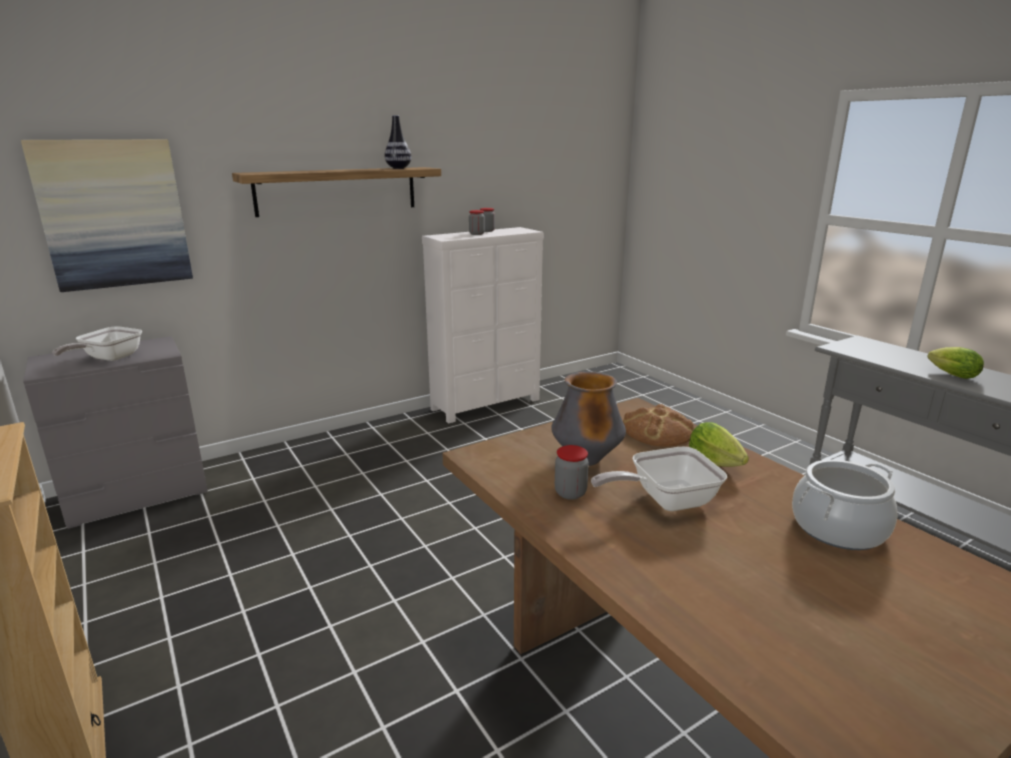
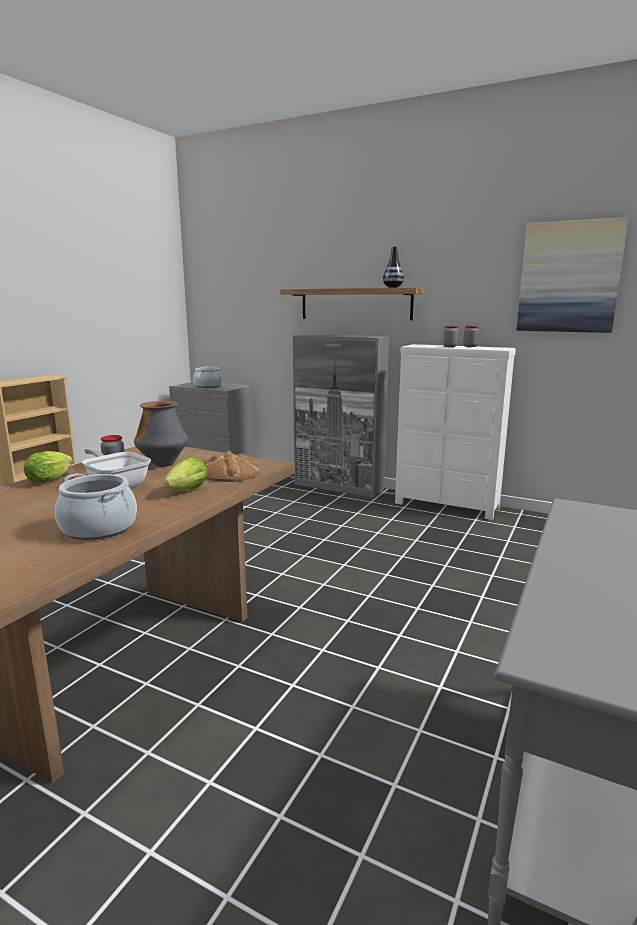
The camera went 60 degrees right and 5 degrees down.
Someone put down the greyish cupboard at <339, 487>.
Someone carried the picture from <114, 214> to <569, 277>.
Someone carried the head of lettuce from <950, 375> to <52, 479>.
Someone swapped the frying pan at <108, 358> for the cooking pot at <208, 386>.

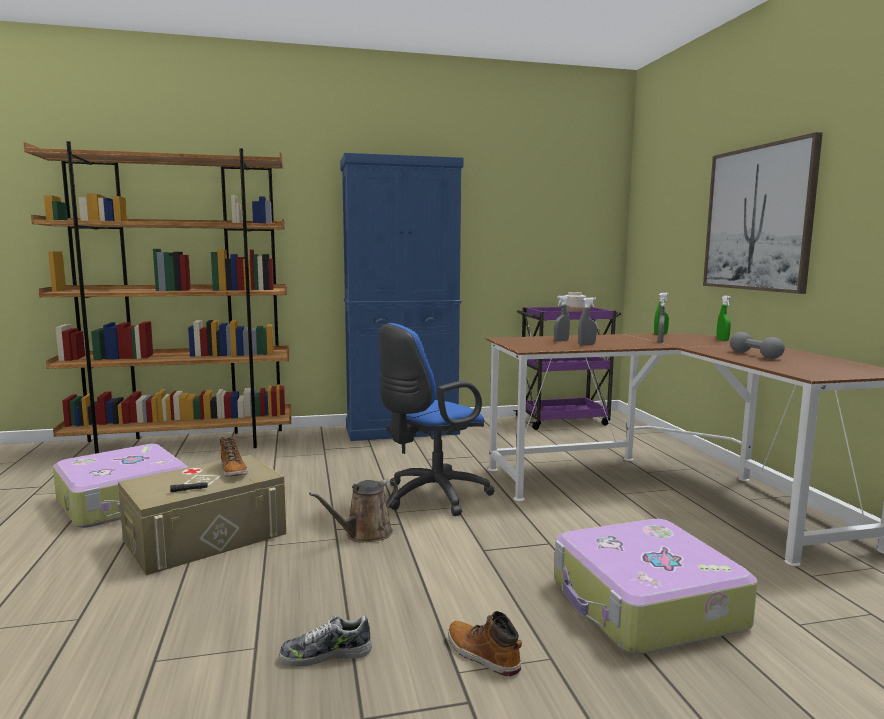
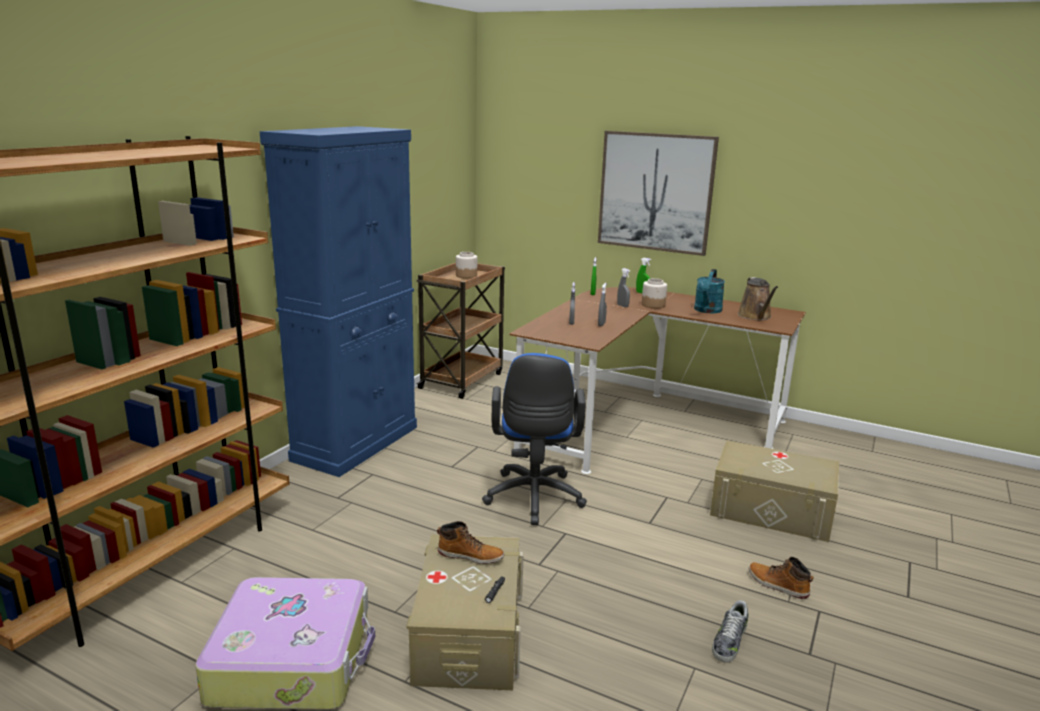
The camera went 50 degrees left and 10 degrees up.
Someone put down the preserve jar at <653, 305>.
Someone carried the brown-coloured watering pot from <364, 534> to <755, 316>.
Someone swapped the suitcase at <645, 605> for the beige-coloured storage box at <771, 510>.
Someone swapped the greyish dumbbell at <755, 355> for the blue-green watering pot at <707, 311>.
Someone repainted the purple cart at <563, 420>, which became the brown-coloured cart at <462, 380>.
Someone rotated the boot at <482, 655> by 45 degrees clockwise.

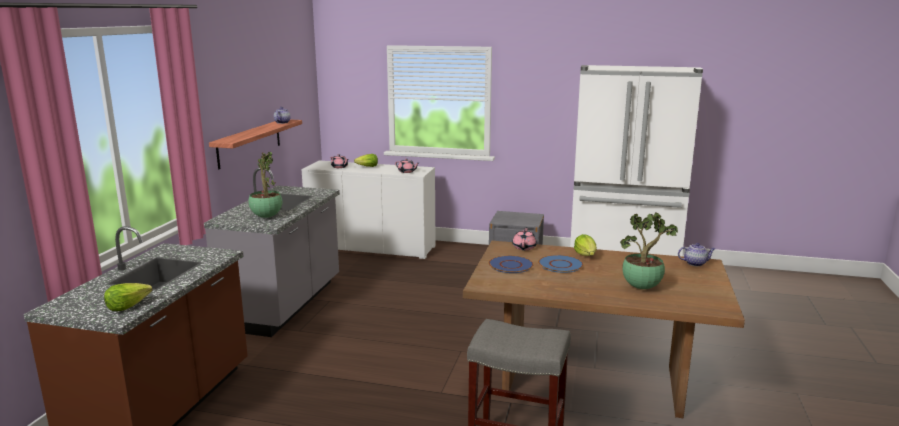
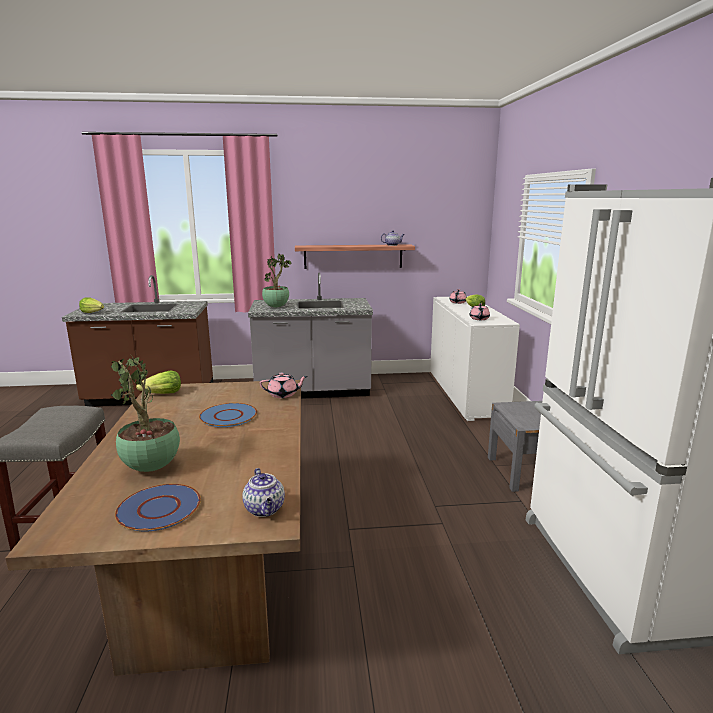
The camera went 70 degrees right and 0 degrees up.
Someone carried the bluish dinner plate from <511, 265> to <159, 509>.
Someone carried the head of lettuce from <586, 255> to <162, 394>.

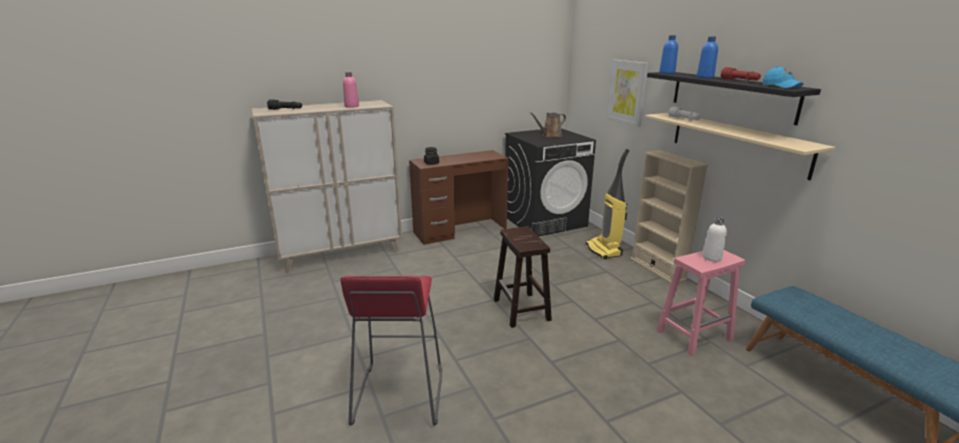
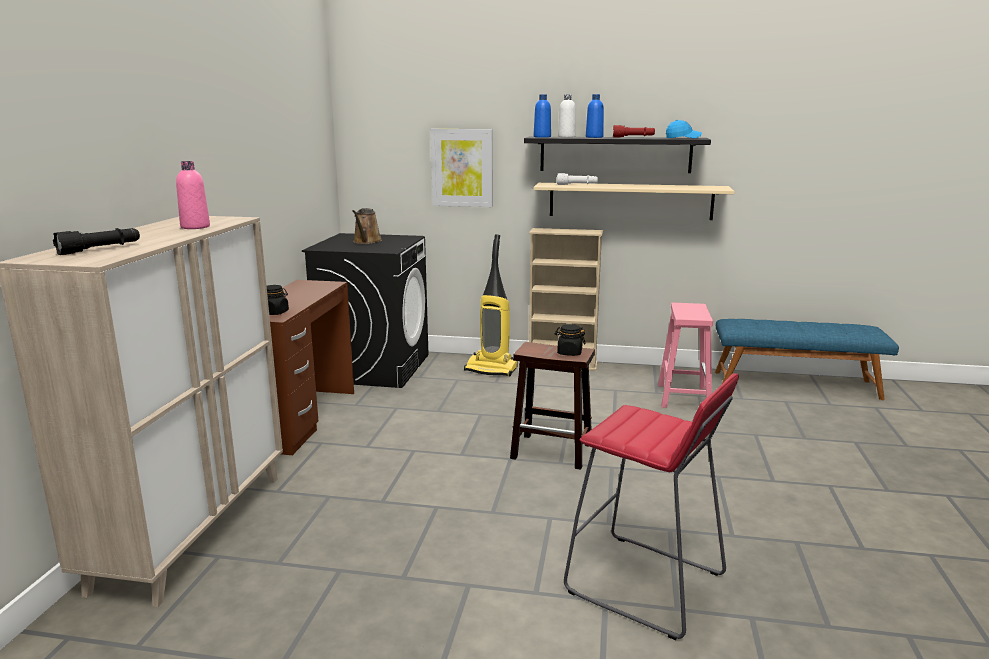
The camera went 55 degrees left and 5 degrees down.
Someone put down the blackish preserve jar at <569, 353>.
Someone carried the white bottle from <711, 258> to <566, 137>.

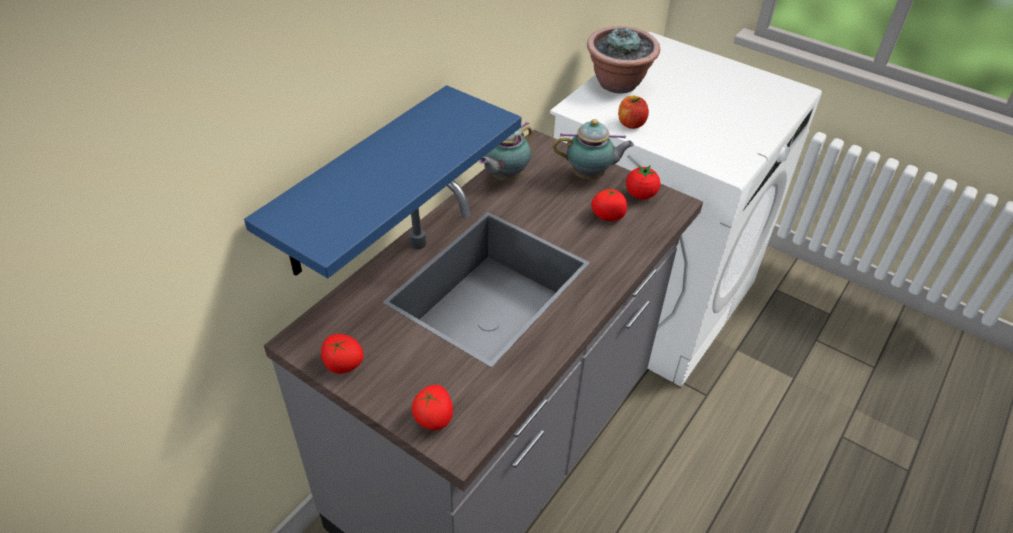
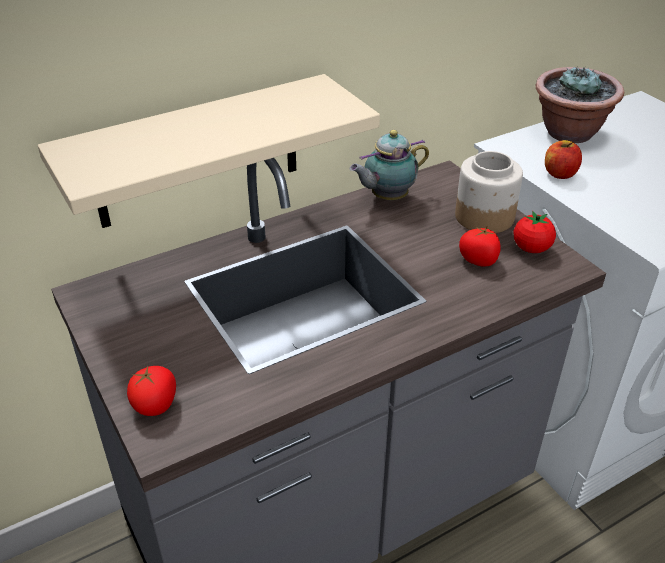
The camera went 25 degrees right and 5 degrees down.
Someone took away the tomato at <343, 364>.
Someone swapped the pot for tea at <590, 176> for the preserve jar at <483, 217>.
Someone repainted the bluish bracket shelf at <361, 183>, which became the beige-coloured bracket shelf at <198, 152>.

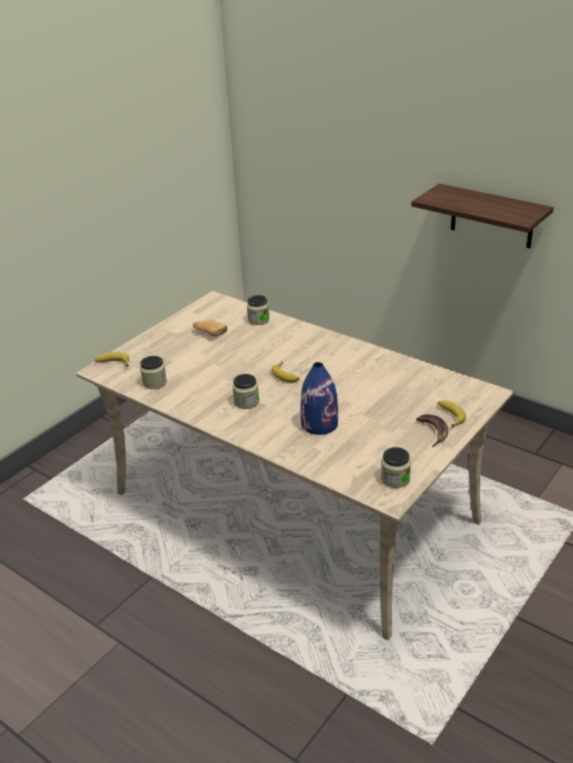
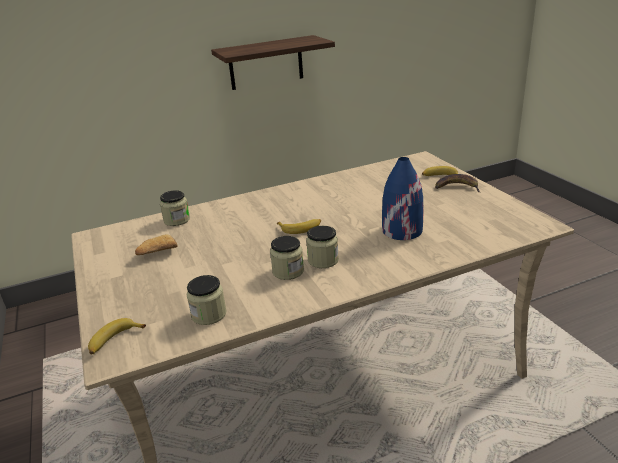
The camera went 60 degrees left and 5 degrees down.
Someone carried the preserve jar from <395, 479> to <288, 271>.

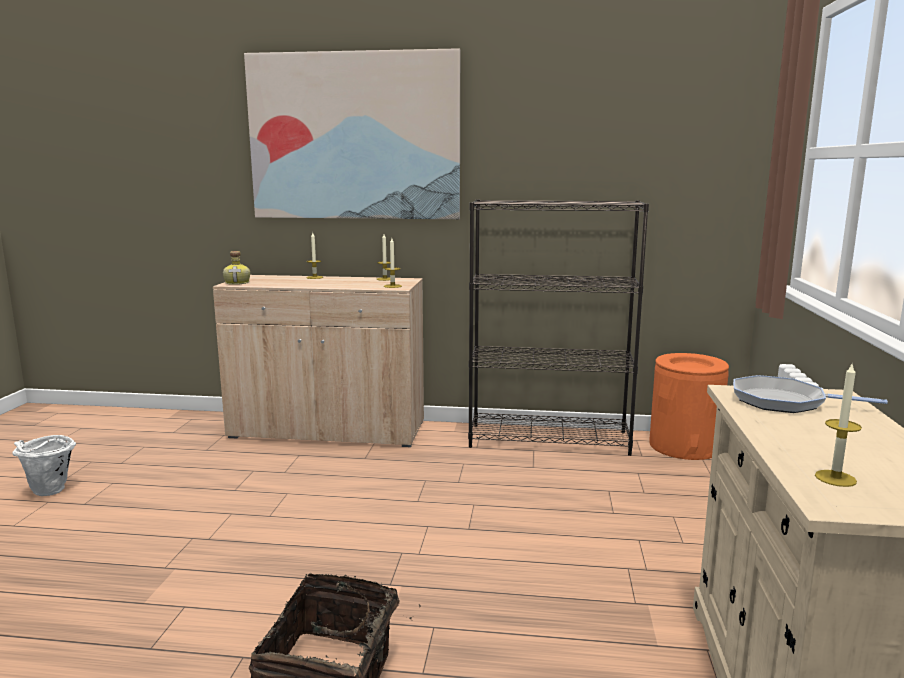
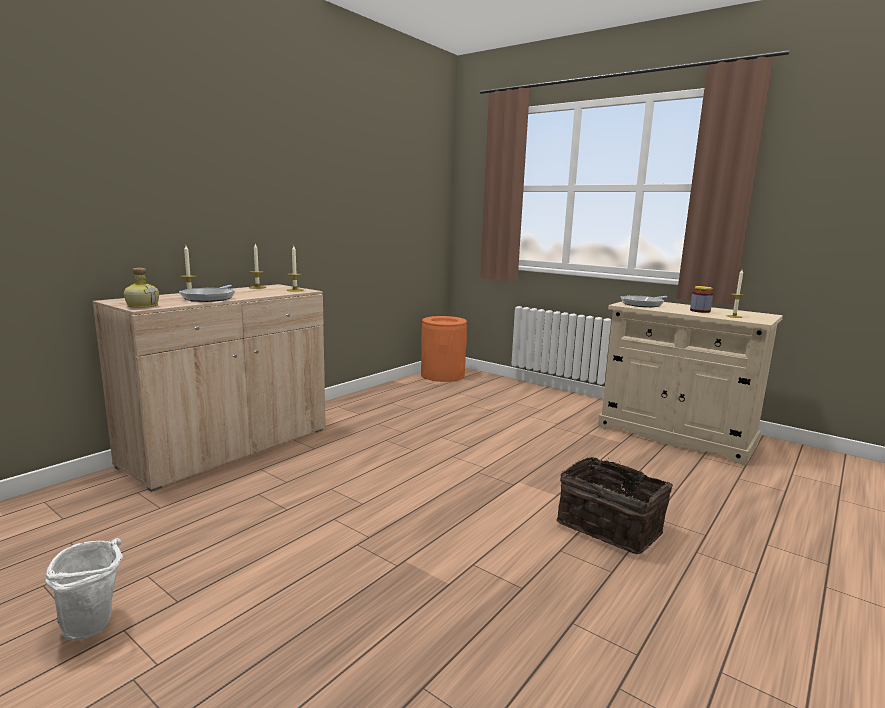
The camera went 60 degrees left and 0 degrees up.
Someone took away the picture at <354, 137>.
Someone took away the blackish shelving unit at <549, 439>.
Someone put down the frying pan at <210, 298>.
Someone put down the preserve jar at <700, 311>.

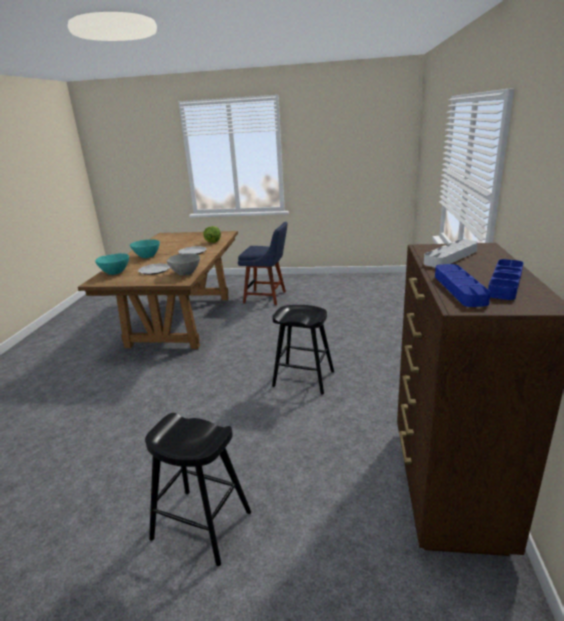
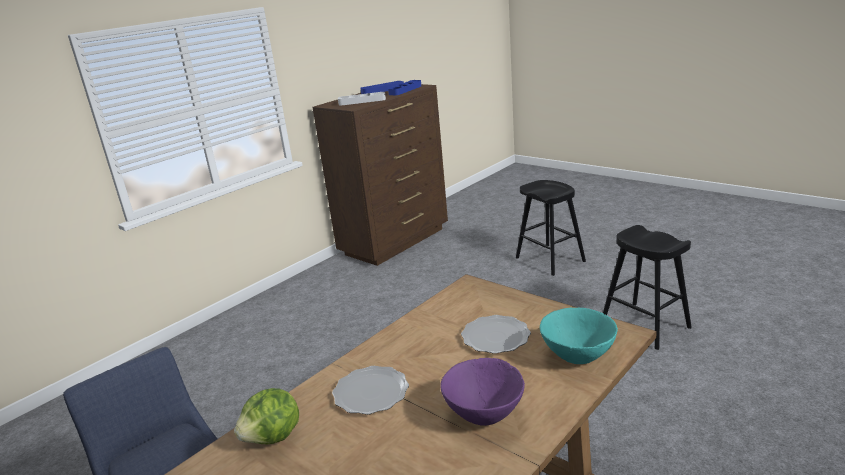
The camera went 145 degrees left and 0 degrees up.
Someone took away the greyish deep dish at <185, 273>.
Someone carried the blackish stool seat from <303, 379> to <645, 325>.
Someone repainted the blue-green deep dish at <147, 257>, which became the purple deep dish at <484, 415>.

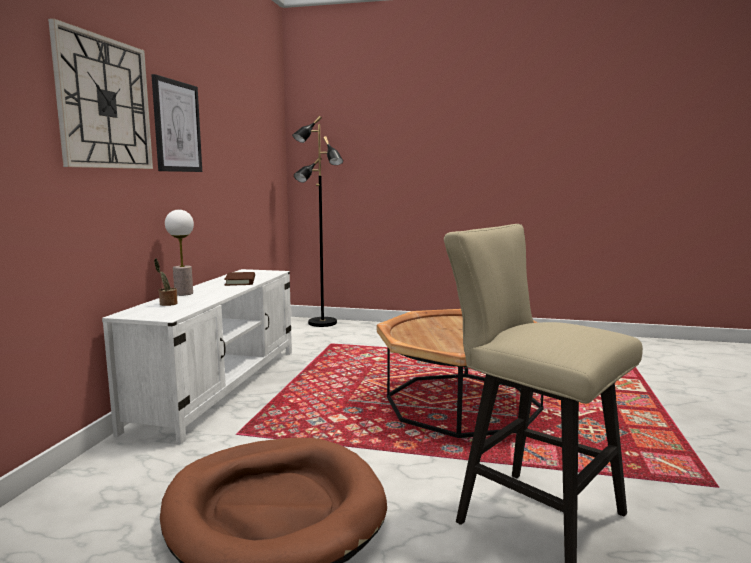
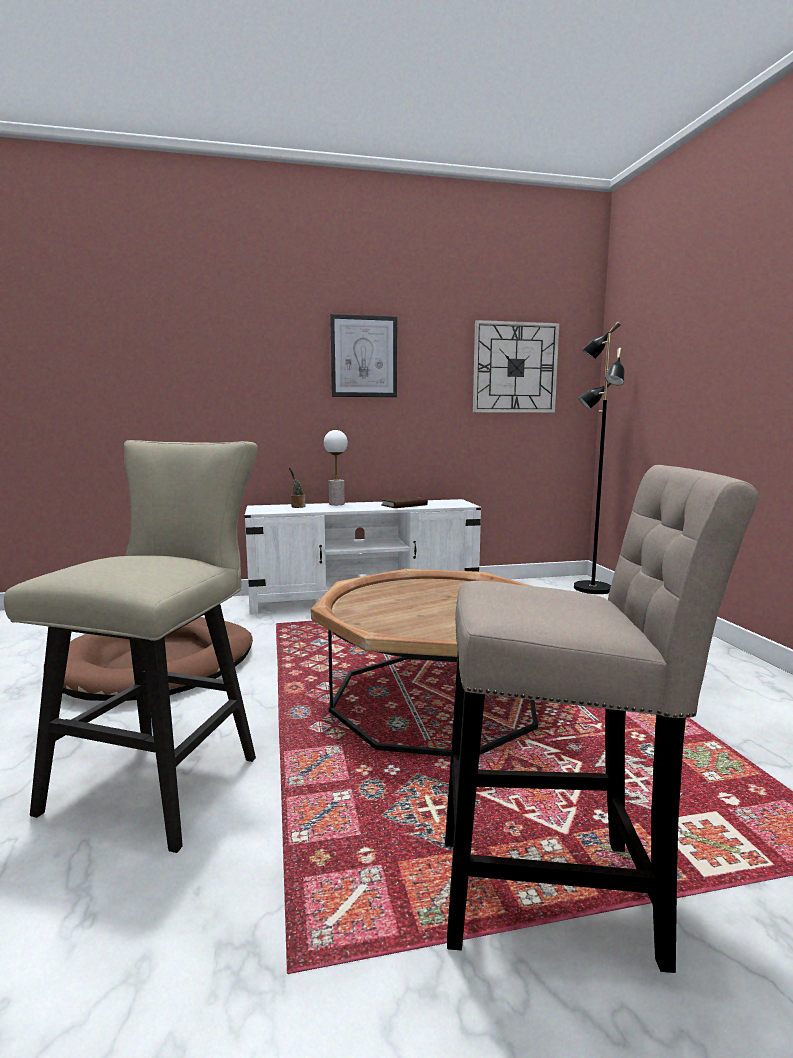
The camera went 65 degrees right and 0 degrees up.
Someone put down the beige-coloured stool seat at <559, 896>.
Someone carried the clock on the wall from <104, 103> to <515, 368>.

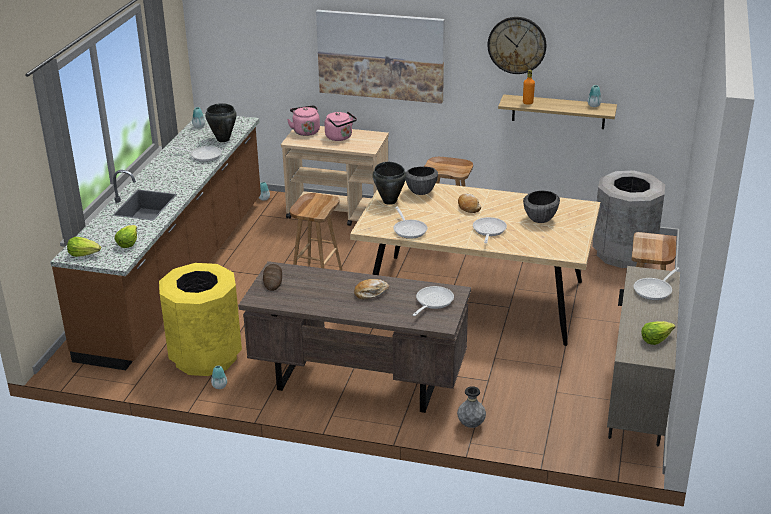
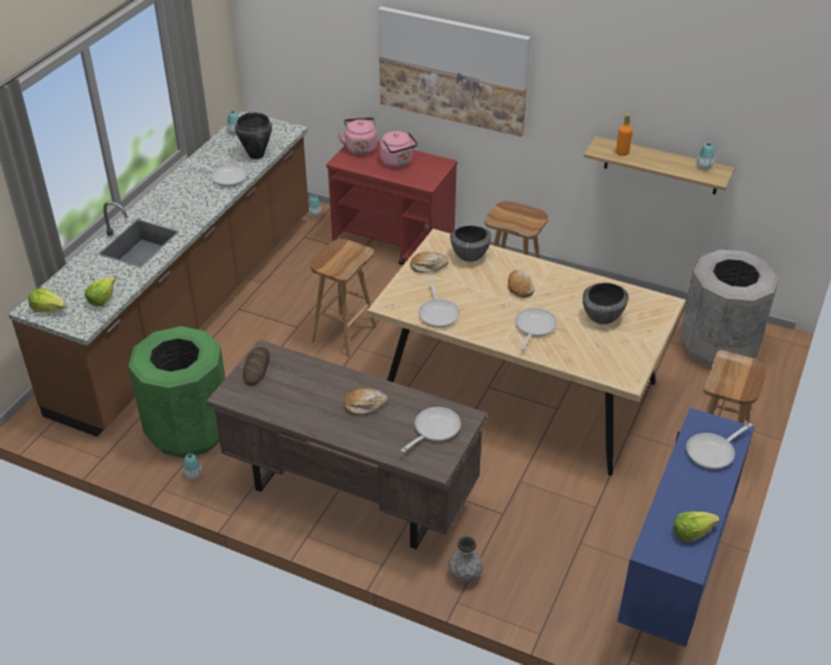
The camera went 10 degrees right and 10 degrees up.
Someone took away the clock on the wall at <517, 45>.
Someone swapped the blackish cooking pot at <389, 201> for the bakery bread at <428, 266>.
Someone repainted the yellow rubbish bin at <205, 357>, which became the greenish rubbish bin at <188, 431>.
Someone repainted the beige-coloured cart at <339, 213>, which became the red-coloured cart at <394, 244>.
Someone repainted the beige-coloured cupboard at <637, 406>, which became the bluish cupboard at <673, 579>.

